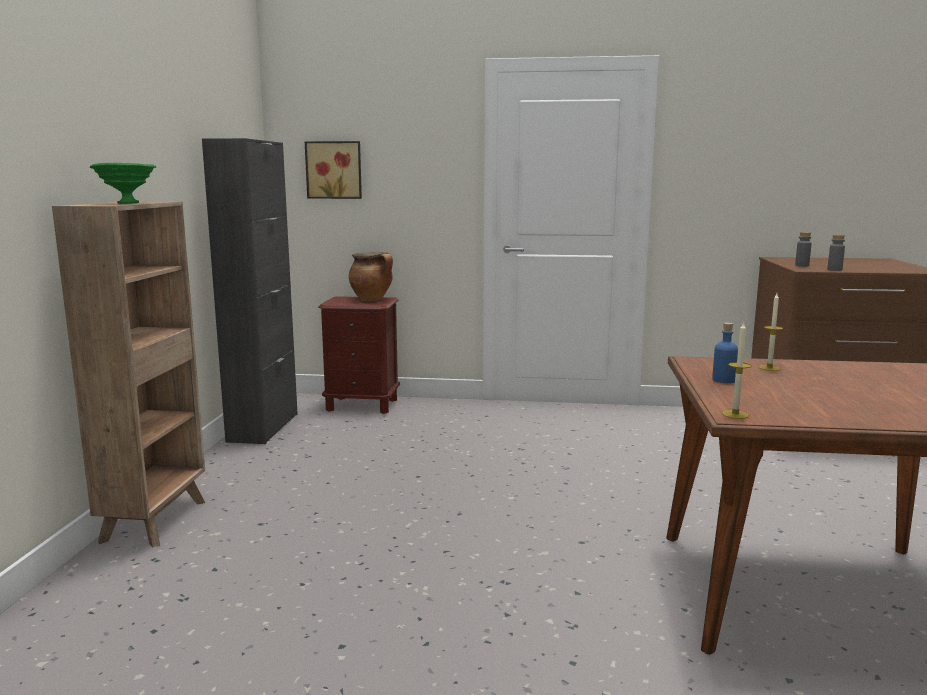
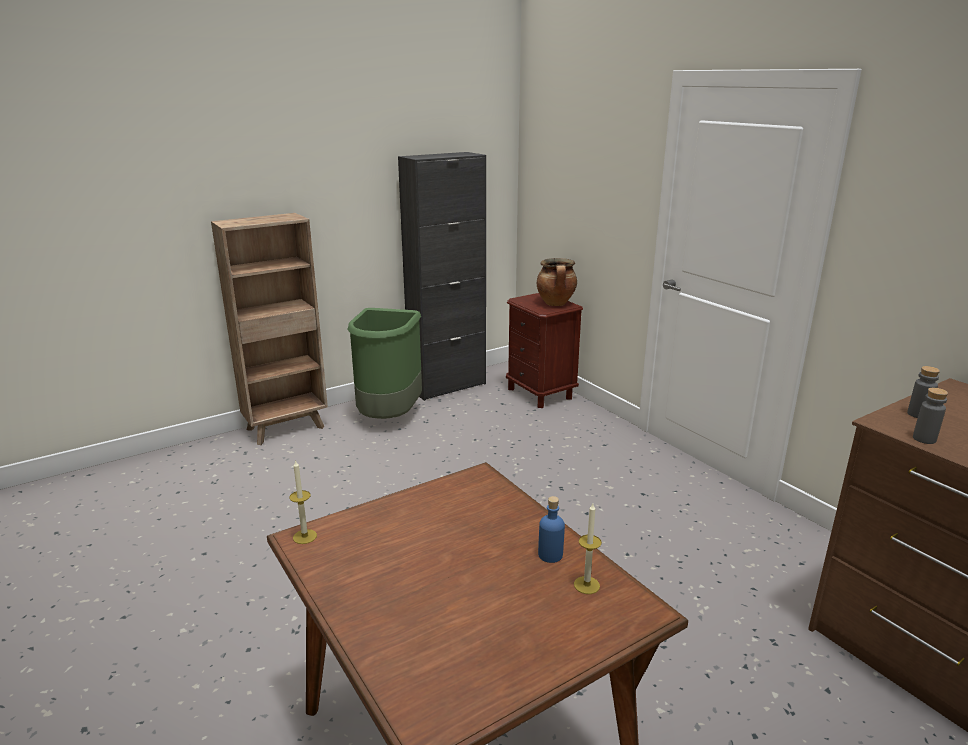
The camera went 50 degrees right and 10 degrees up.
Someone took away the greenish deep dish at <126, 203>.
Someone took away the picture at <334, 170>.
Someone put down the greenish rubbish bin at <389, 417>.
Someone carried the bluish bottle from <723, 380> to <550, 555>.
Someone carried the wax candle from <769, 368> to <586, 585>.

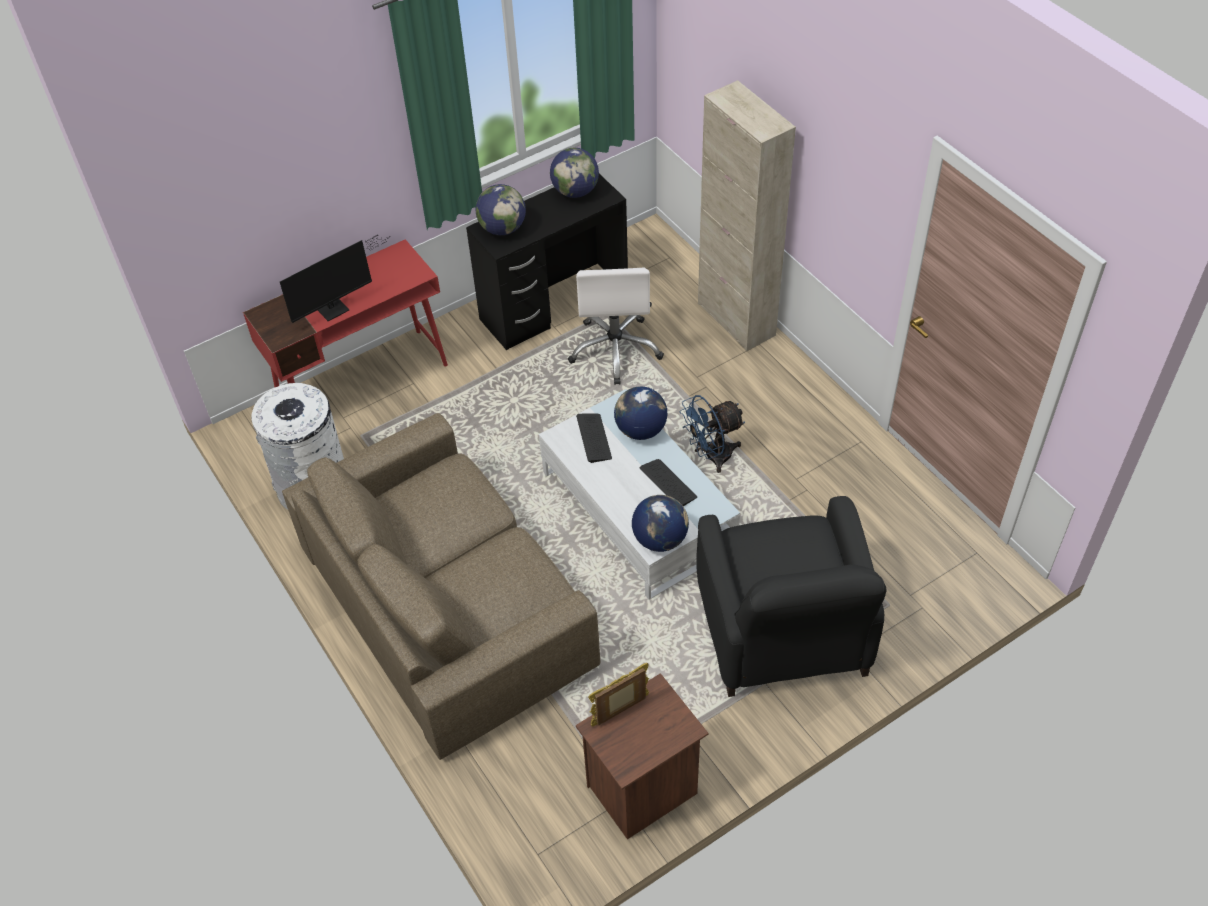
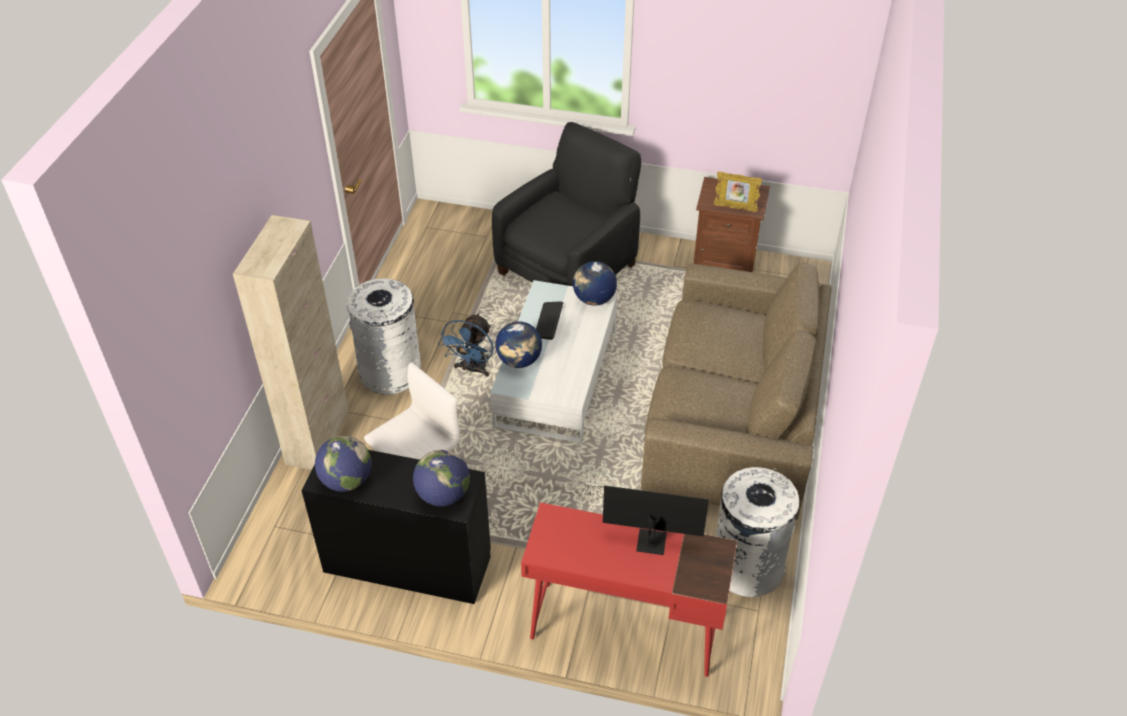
The camera went 135 degrees left and 5 degrees down.
Someone took away the keyboard at <594, 438>.
Someone put down the white rubbish bin at <390, 372>.
Someone rotated the bluish cooling fan at <711, 457> by 90 degrees clockwise.

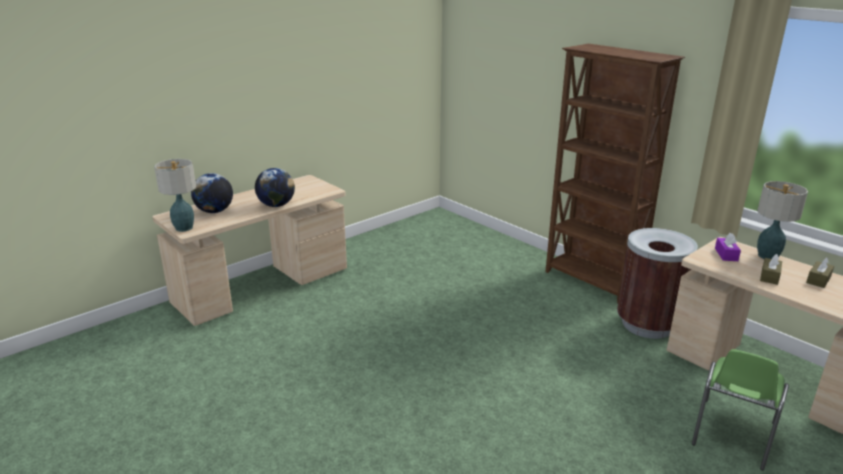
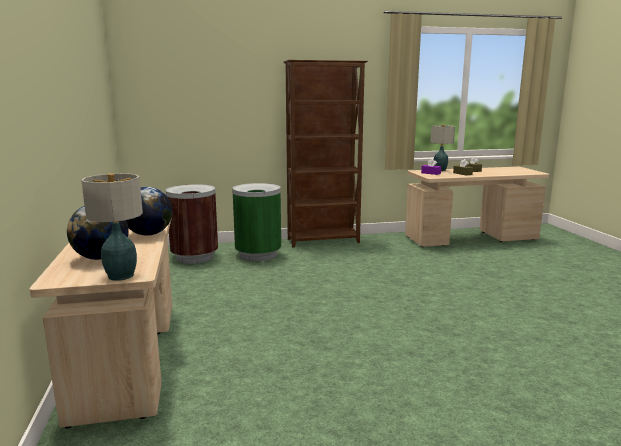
The camera went 60 degrees left and 10 degrees down.
Someone took away the greenish plain chair at <732, 434>.
Someone put down the greenish rubbish bin at <258, 255>.
Someone carried the brown-coloured rubbish bin from <647, 325> to <195, 257>.

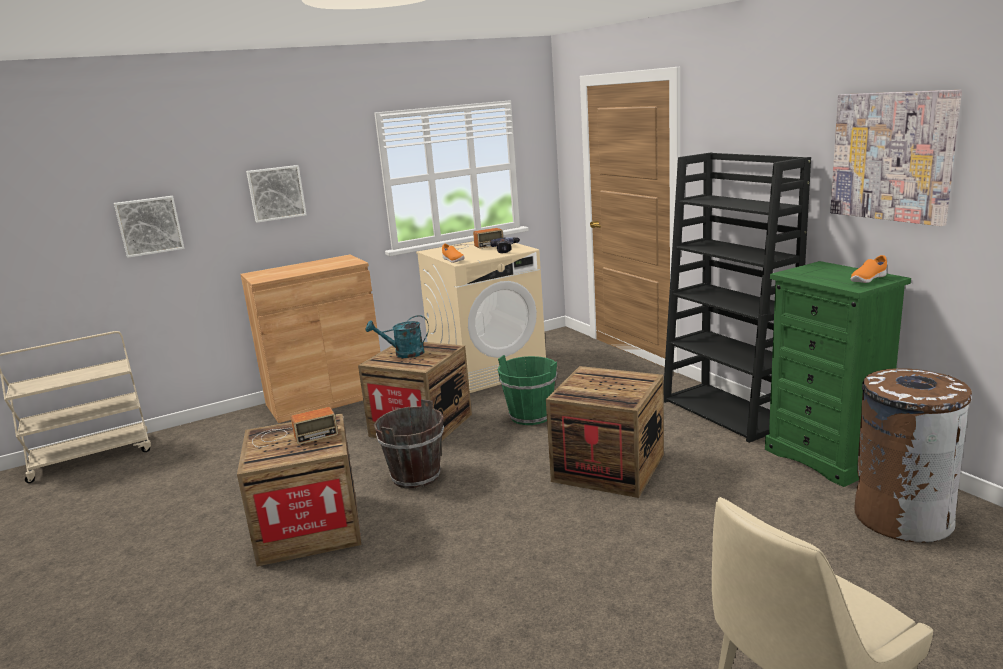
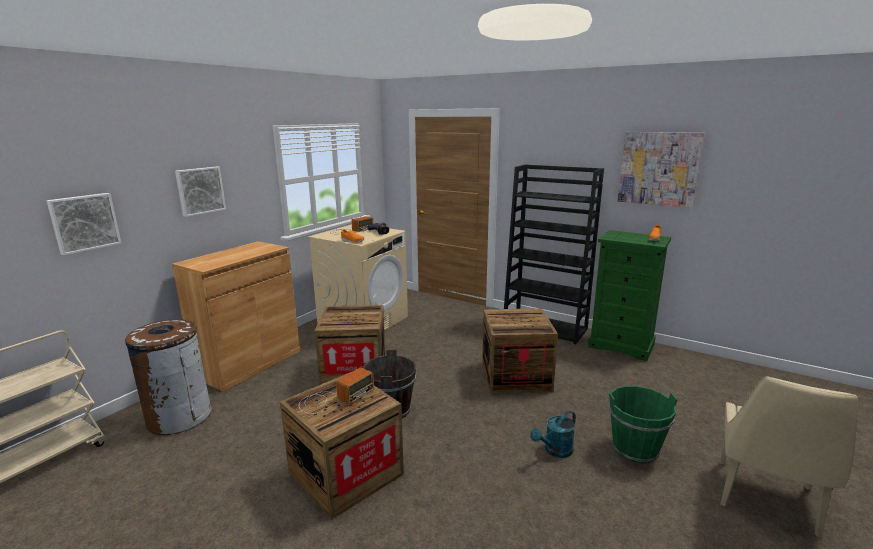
The camera went 30 degrees left and 0 degrees up.
Someone carried the blue-green watering pot from <404, 354> to <555, 451>.
Someone carried the greenish pail from <530, 416> to <635, 449>.
Someone carried the brown-coloured rubbish bin from <902, 517> to <179, 417>.

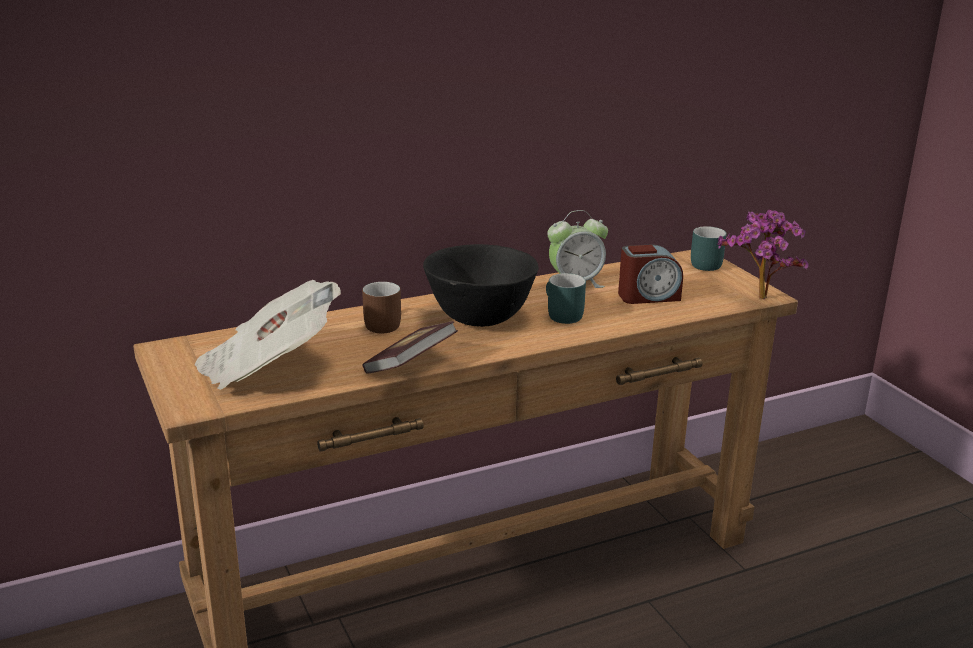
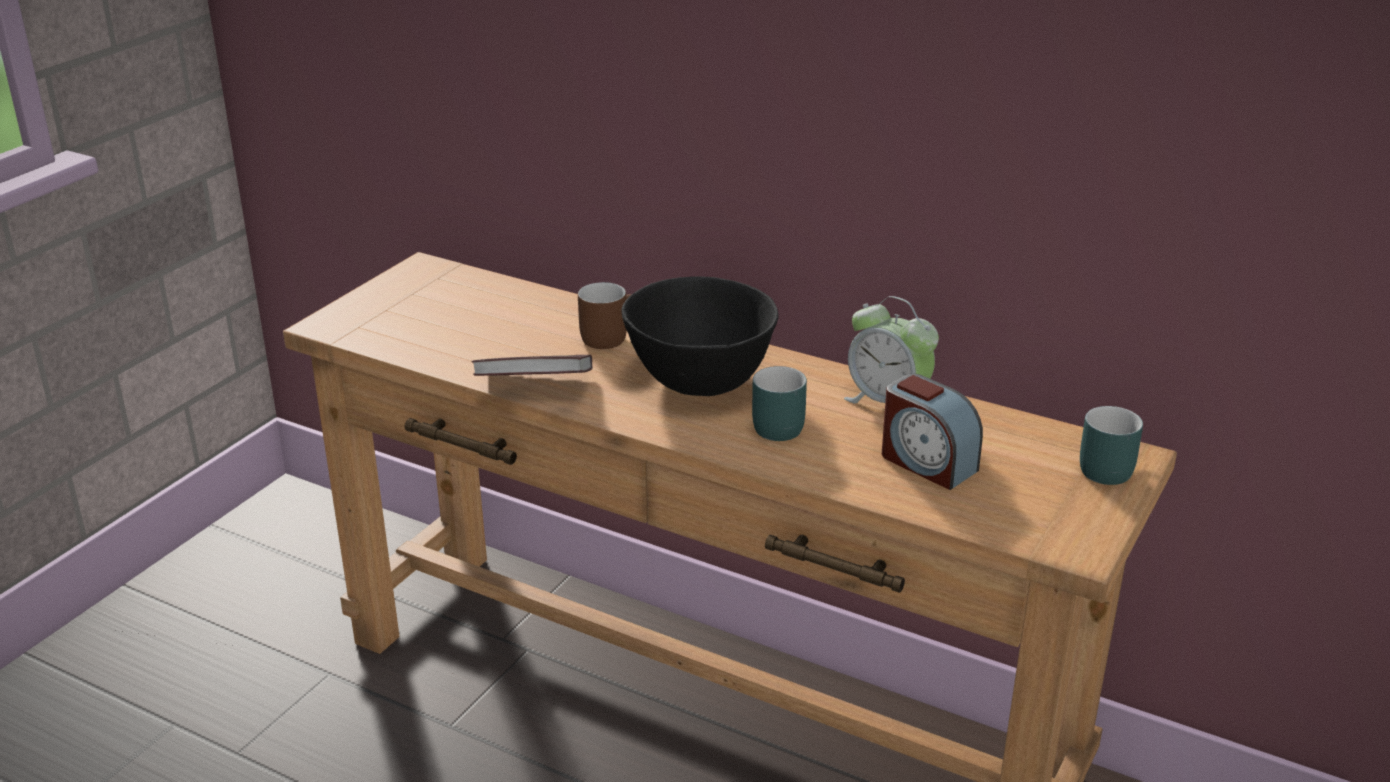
The camera went 55 degrees right and 5 degrees up.
Someone took away the daily paper at <268, 368>.
Someone took away the houseplant at <759, 300>.

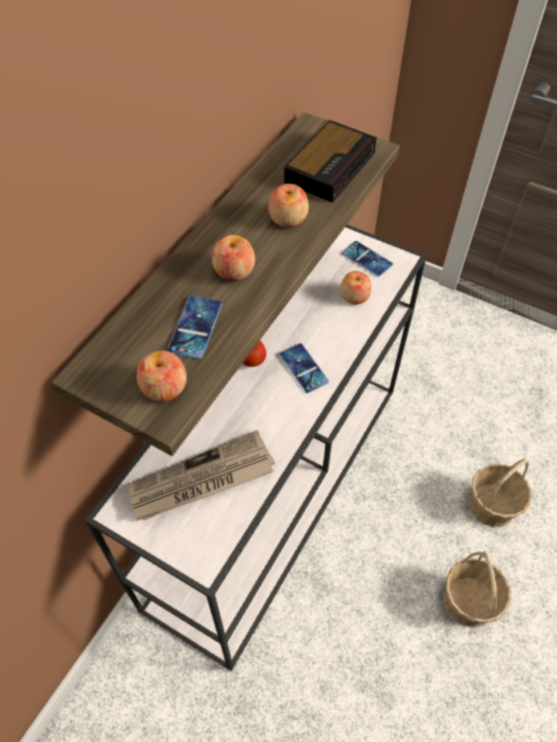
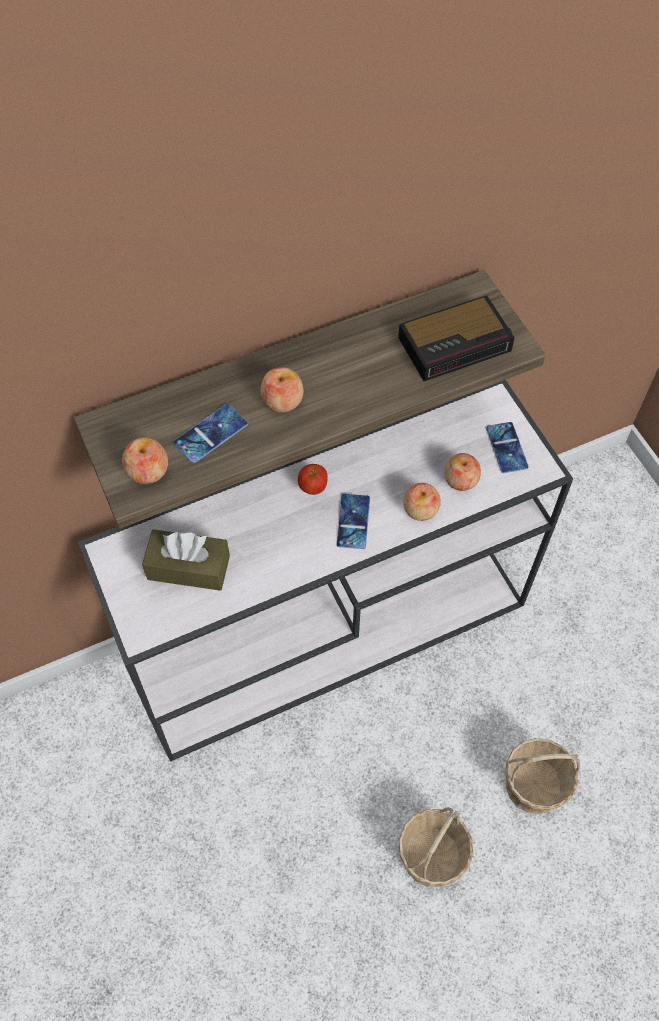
The camera went 35 degrees right and 5 degrees up.
Someone carried the apple from <288, 218> to <420, 509>.
Someone swapped the daily paper at <202, 480> for the brown-coloured tissue holder at <188, 567>.

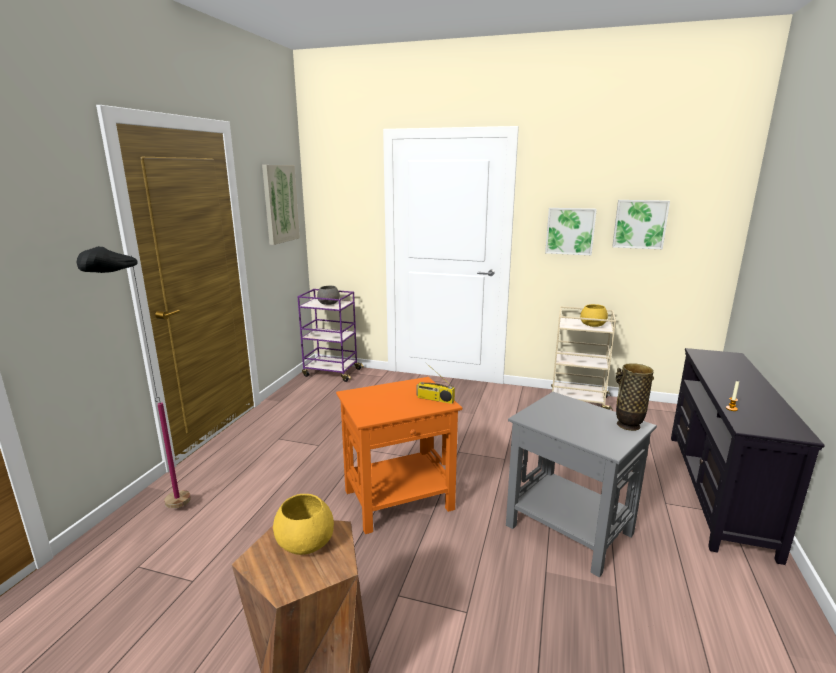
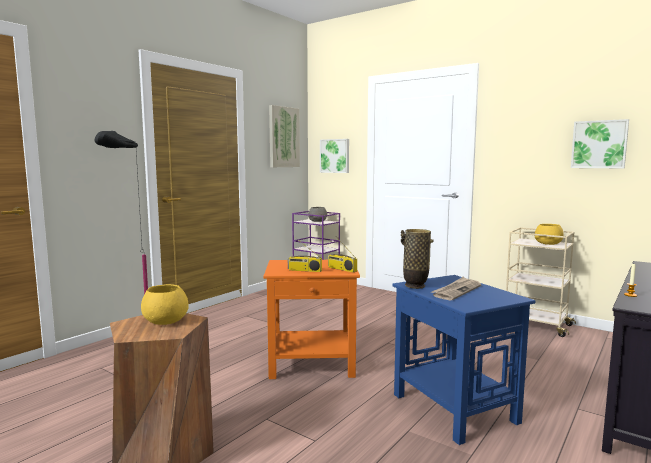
The camera went 20 degrees right and 10 degrees down.
Someone put down the radio set at <304, 270>.
Someone put down the daily paper at <456, 291>.
Someone carried the picture from <570, 231> to <335, 156>.
Someone carried the vase from <628, 425> to <415, 286>.
Someone repainted the greyish end table at <567, 529>, which became the bluish end table at <453, 407>.

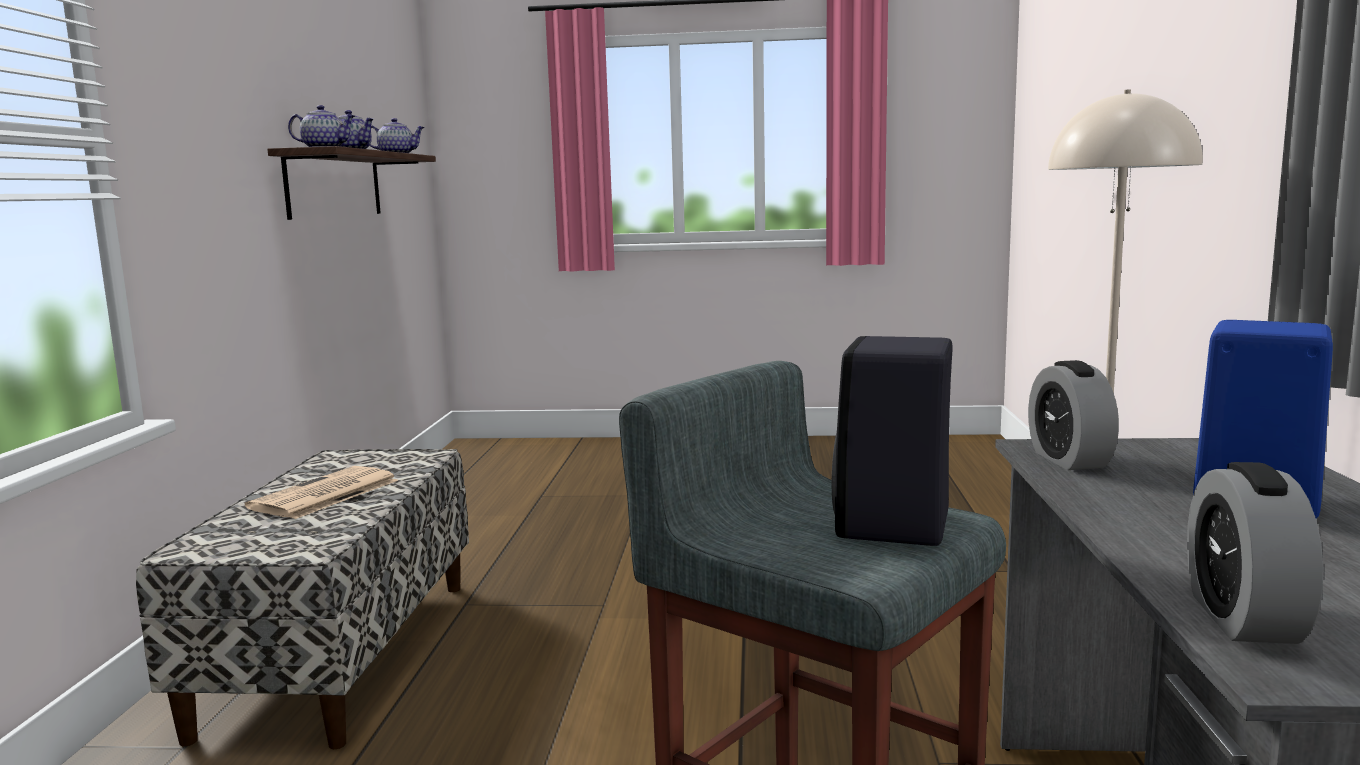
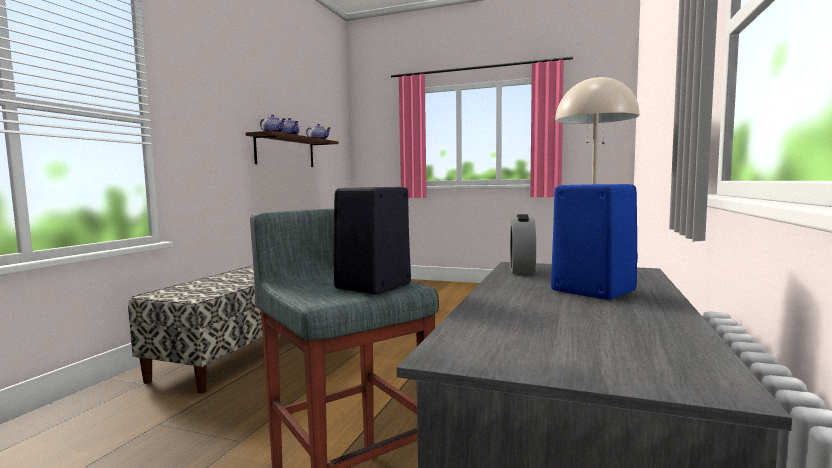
The camera went 15 degrees right and 5 degrees down.
Someone took away the daily paper at <324, 495>.
Someone took away the bedside clock at <1243, 618>.

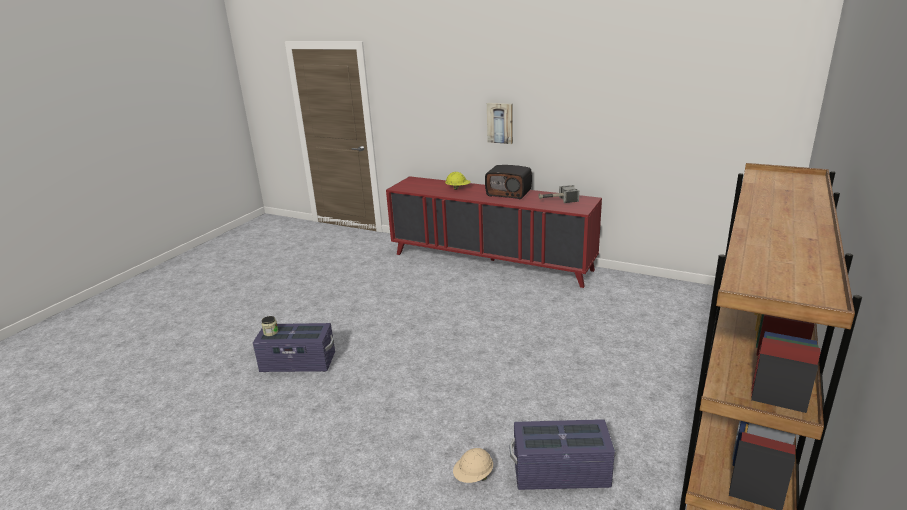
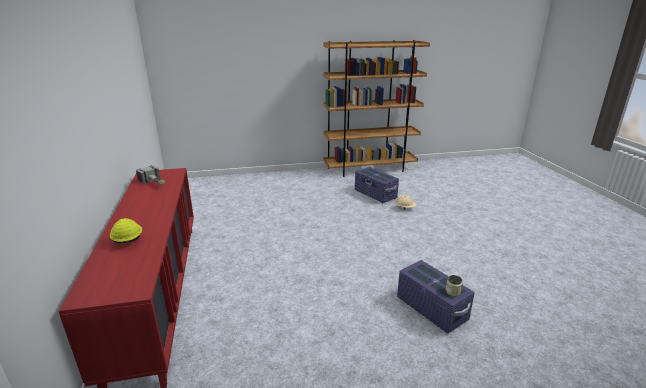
The camera went 130 degrees left and 0 degrees up.
Someone took away the radio set at <509, 193>.
Someone took away the picture at <500, 123>.

